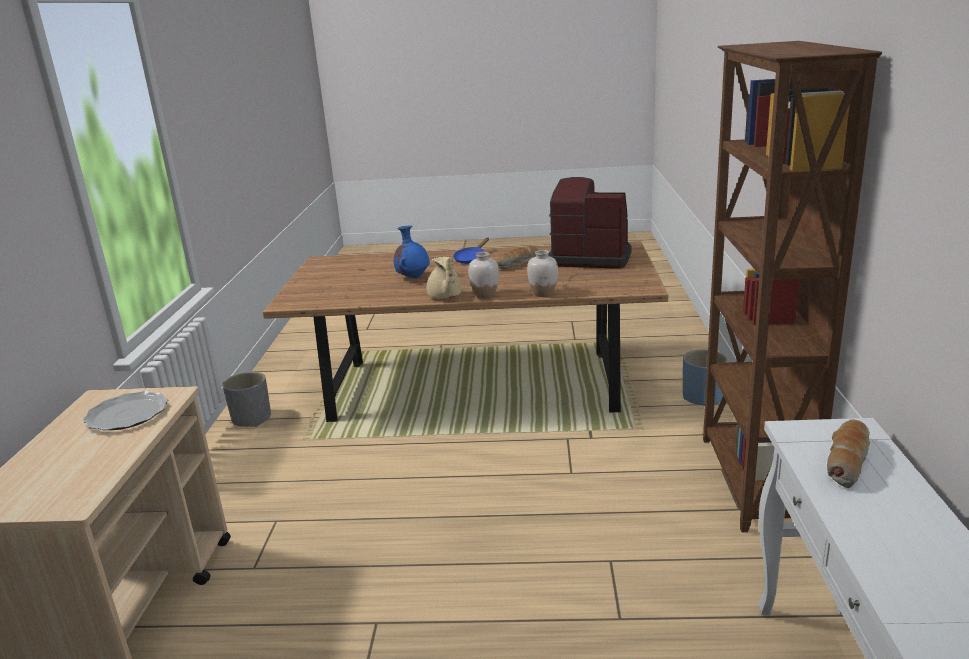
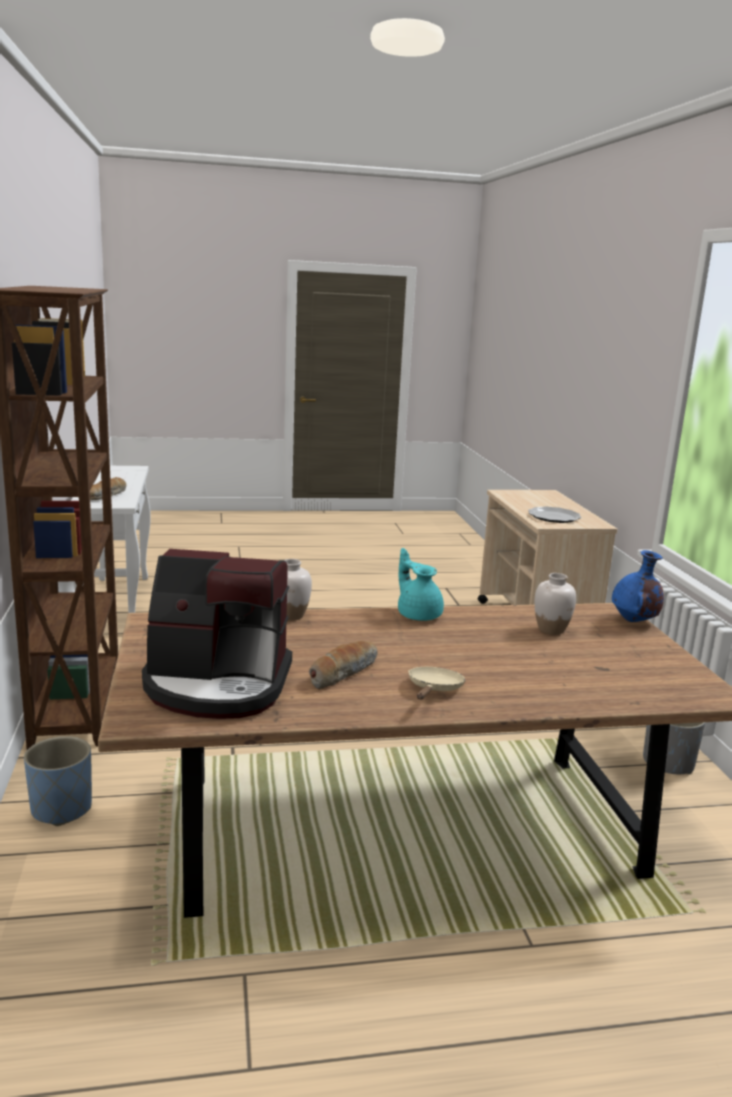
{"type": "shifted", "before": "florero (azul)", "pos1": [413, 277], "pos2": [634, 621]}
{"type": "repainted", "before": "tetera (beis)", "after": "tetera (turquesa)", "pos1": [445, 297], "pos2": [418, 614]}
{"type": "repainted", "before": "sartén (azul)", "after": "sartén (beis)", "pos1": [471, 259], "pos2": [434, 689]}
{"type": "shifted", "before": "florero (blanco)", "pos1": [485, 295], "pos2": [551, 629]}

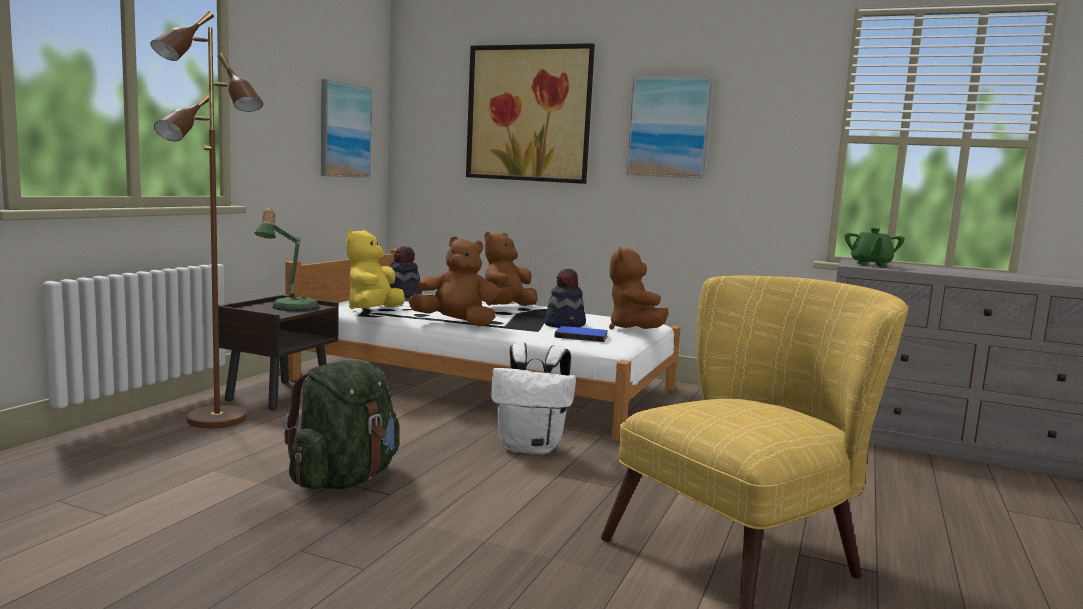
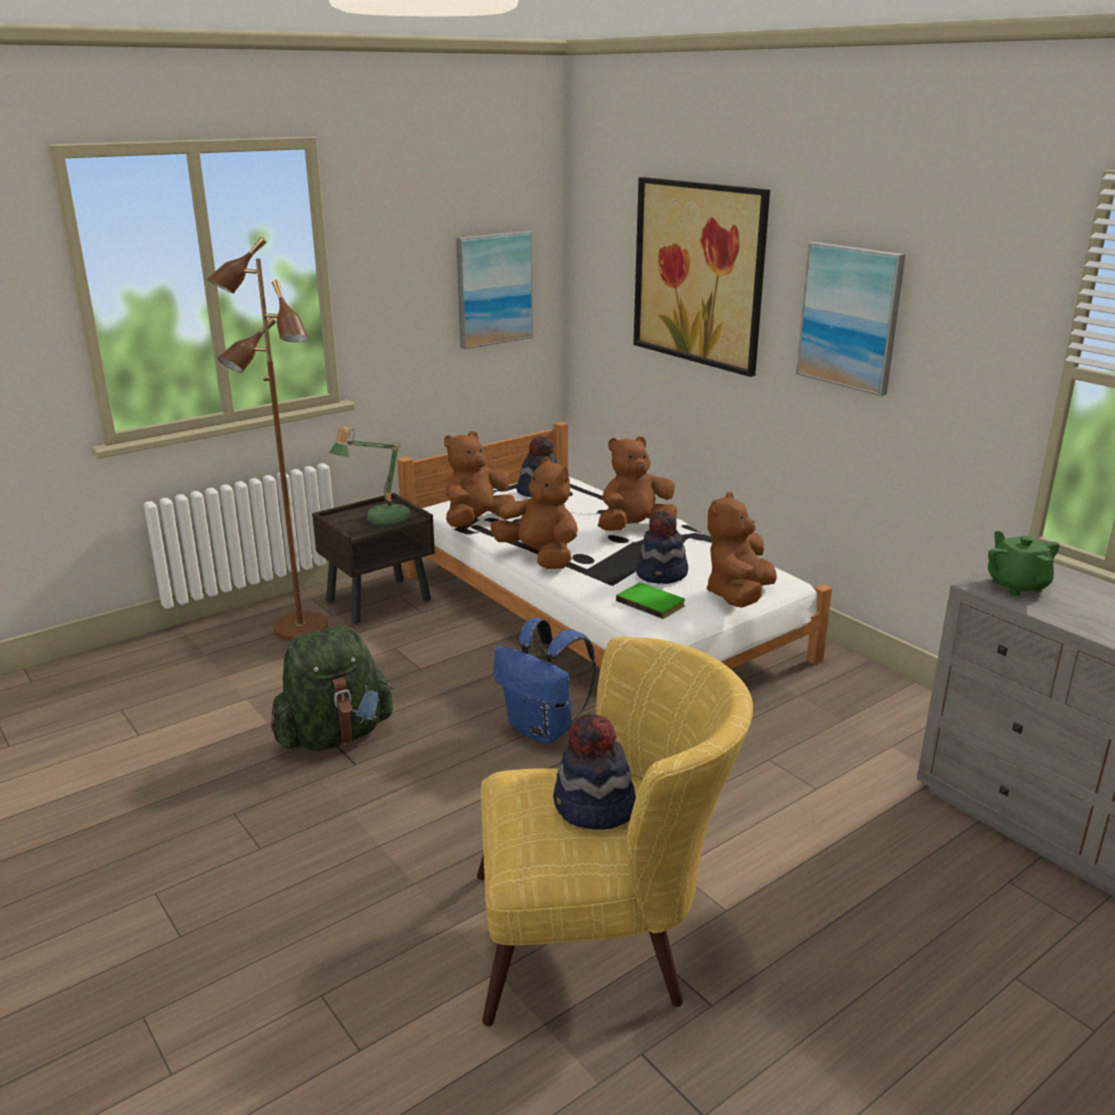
{"type": "repainted", "before": "peluche (amarillo)", "after": "peluche (marrón)", "pos1": [373, 311], "pos2": [477, 522]}
{"type": "repainted", "before": "mochila (blanco)", "after": "mochila (azul)", "pos1": [531, 447], "pos2": [544, 730]}
{"type": "repainted", "before": "libro (azul)", "after": "libro (verde)", "pos1": [581, 336], "pos2": [652, 602]}
{"type": "rotated", "before": "tetera (verde)", "pos1": [870, 265], "pos2": [1016, 585], "turn": 120}
{"type": "new", "after": "sombrero", "pos2": [594, 808]}

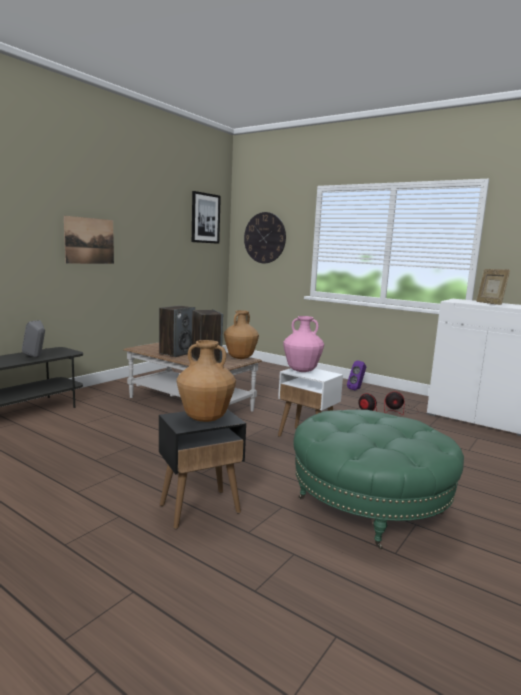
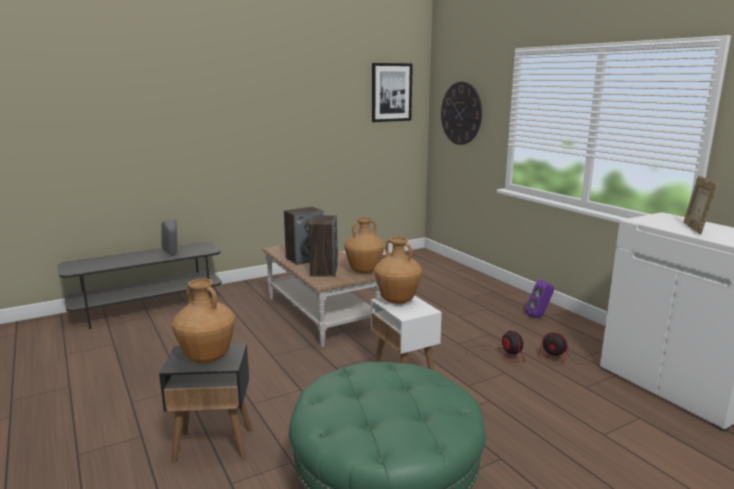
{"type": "gone", "before": "cuadro", "pos1": [89, 241]}
{"type": "repainted", "before": "florero (rosa)", "after": "florero (marrón)", "pos1": [302, 371], "pos2": [397, 301]}

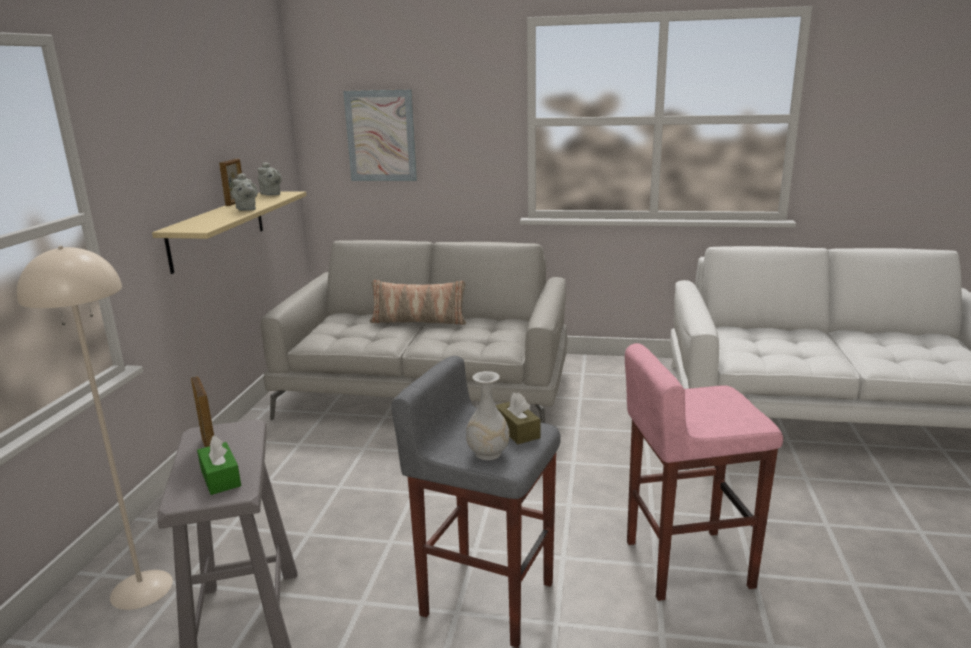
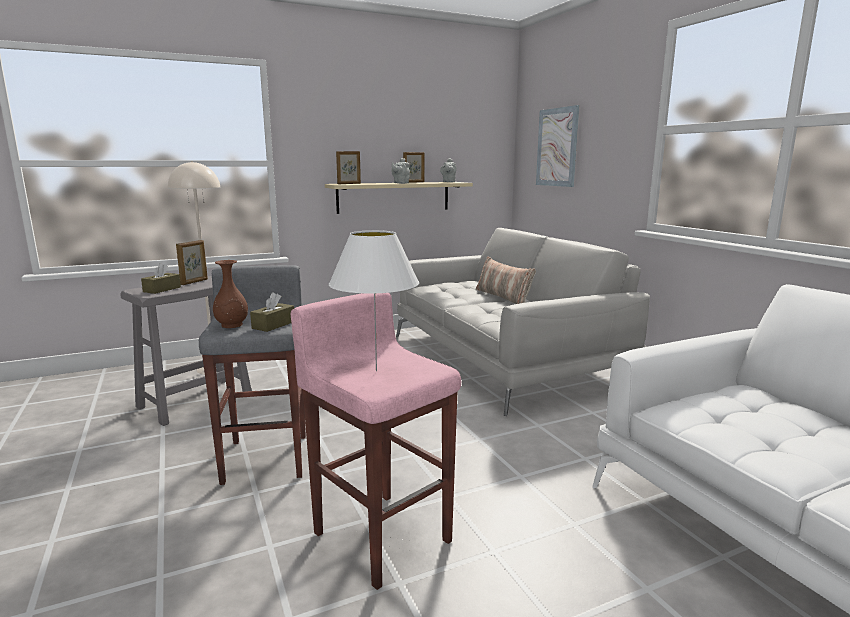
{"type": "repainted", "before": "caja de pañuelos (verde)", "after": "caja de pañuelos (marrón)", "pos1": [220, 478], "pos2": [162, 289]}
{"type": "repainted", "before": "florero (blanco)", "after": "florero (marrón)", "pos1": [487, 453], "pos2": [231, 325]}
{"type": "new", "after": "lámpara de mesa (blanco)", "pos2": [376, 371]}
{"type": "new", "after": "portarretratos", "pos2": [349, 183]}

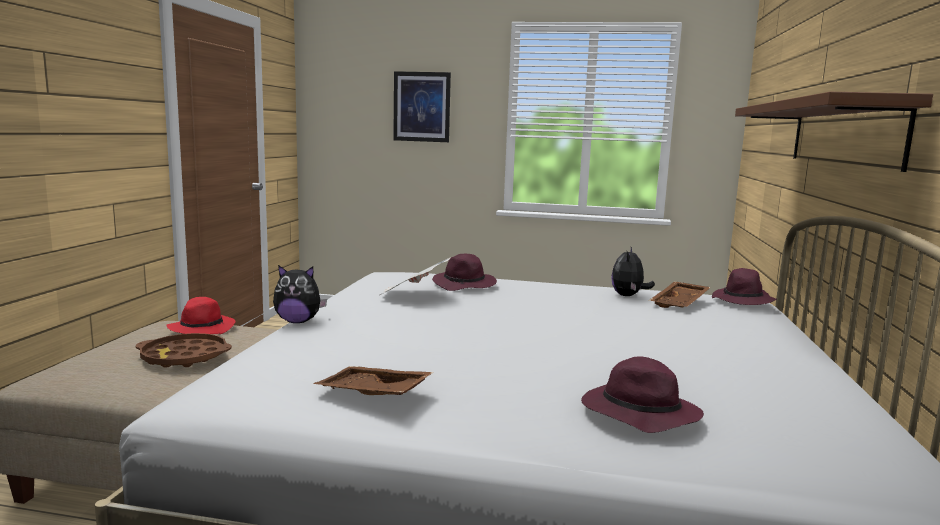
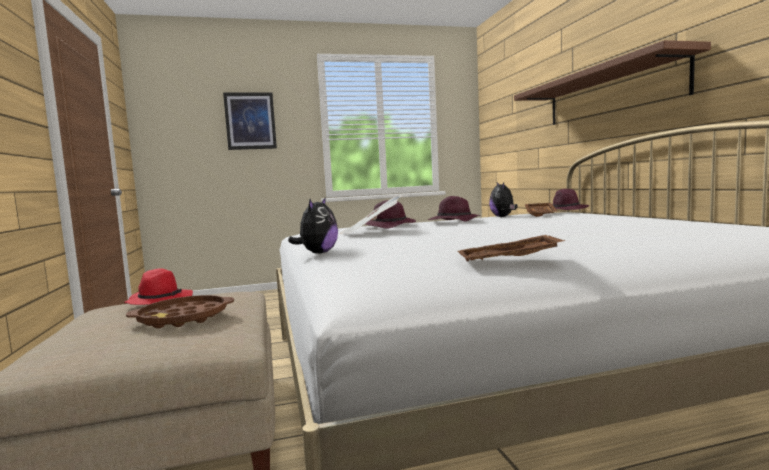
{"type": "rotated", "before": "peluche", "pos1": [298, 321], "pos2": [318, 253], "turn": -45}
{"type": "shifted", "before": "sombrero (morado)", "pos1": [637, 414], "pos2": [453, 222]}

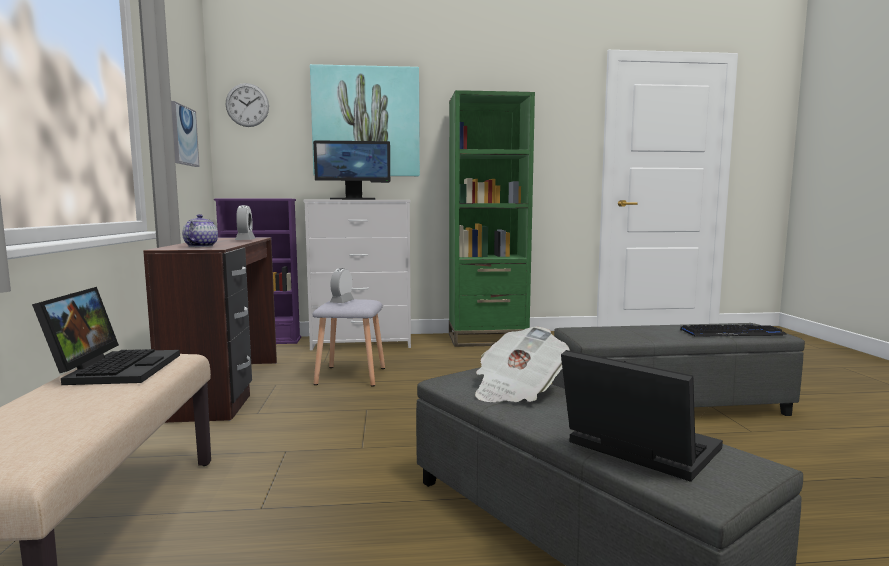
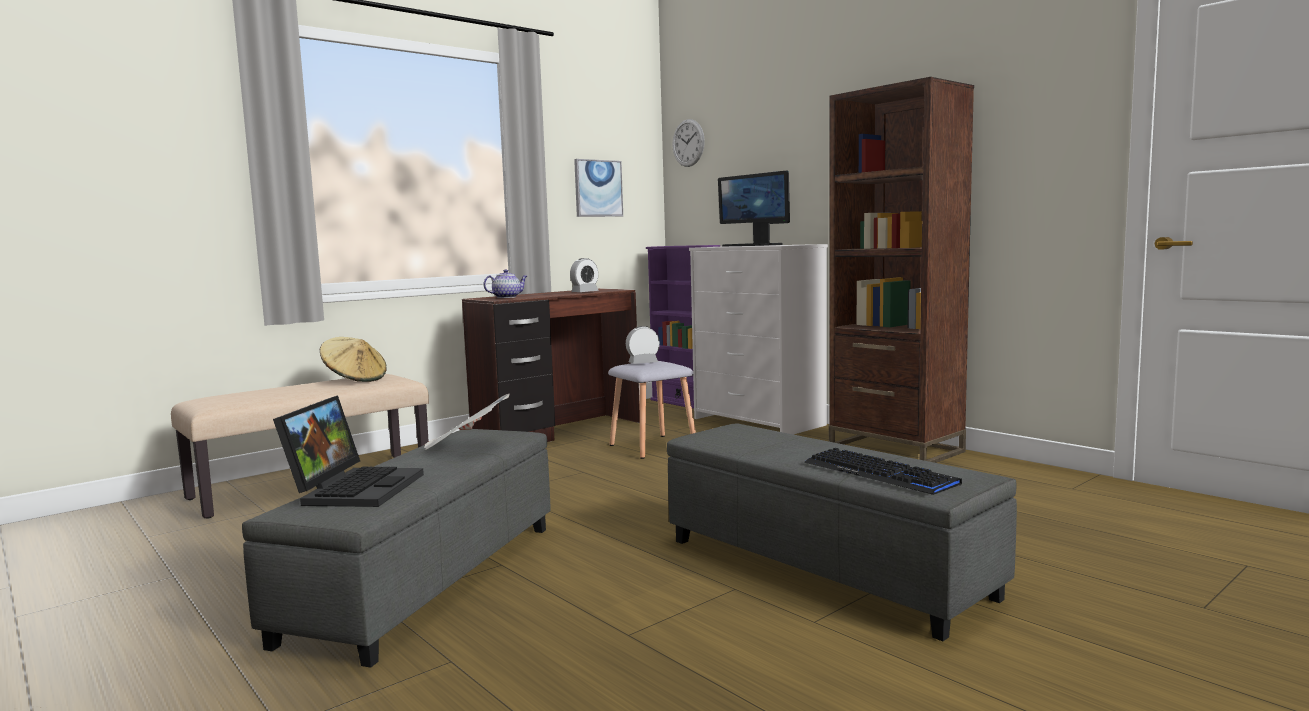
{"type": "swapped", "before": "portátil", "after": "sombrero (beis)", "pos1": [115, 368], "pos2": [355, 379]}
{"type": "gone", "before": "cuadro", "pos1": [366, 122]}
{"type": "repainted", "before": "estantería (verde)", "after": "estantería (marrón)", "pos1": [487, 339], "pos2": [895, 449]}

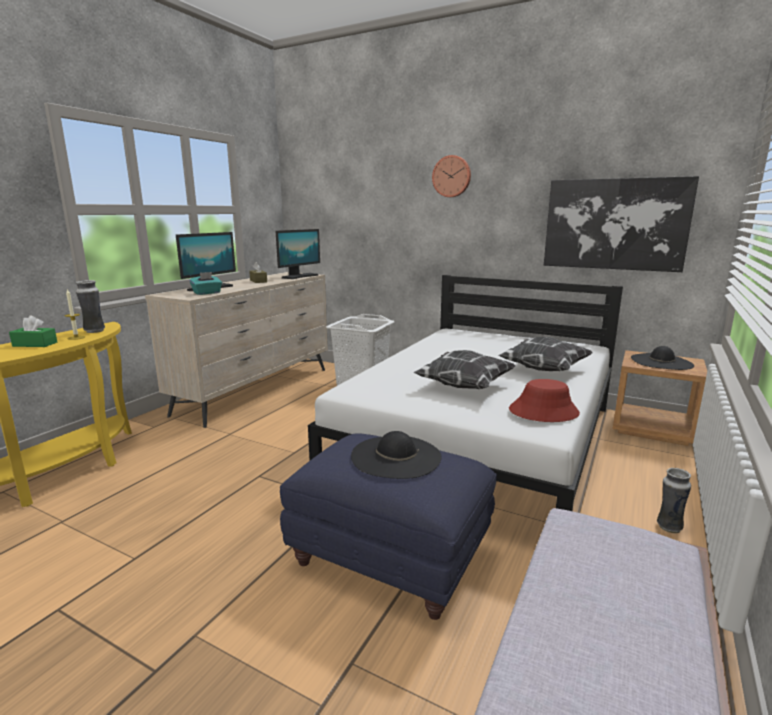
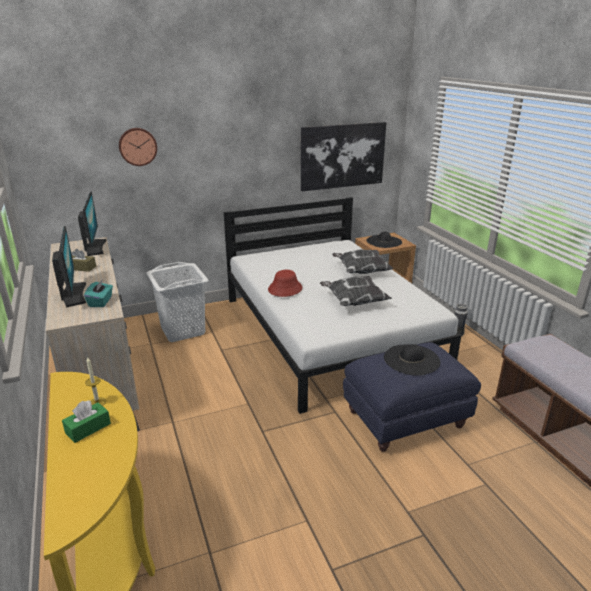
{"type": "gone", "before": "florero", "pos1": [94, 331]}
{"type": "shifted", "before": "reloj de pared", "pos1": [452, 176], "pos2": [137, 146]}
{"type": "shifted", "before": "sombrero (rojo)", "pos1": [543, 411], "pos2": [285, 289]}

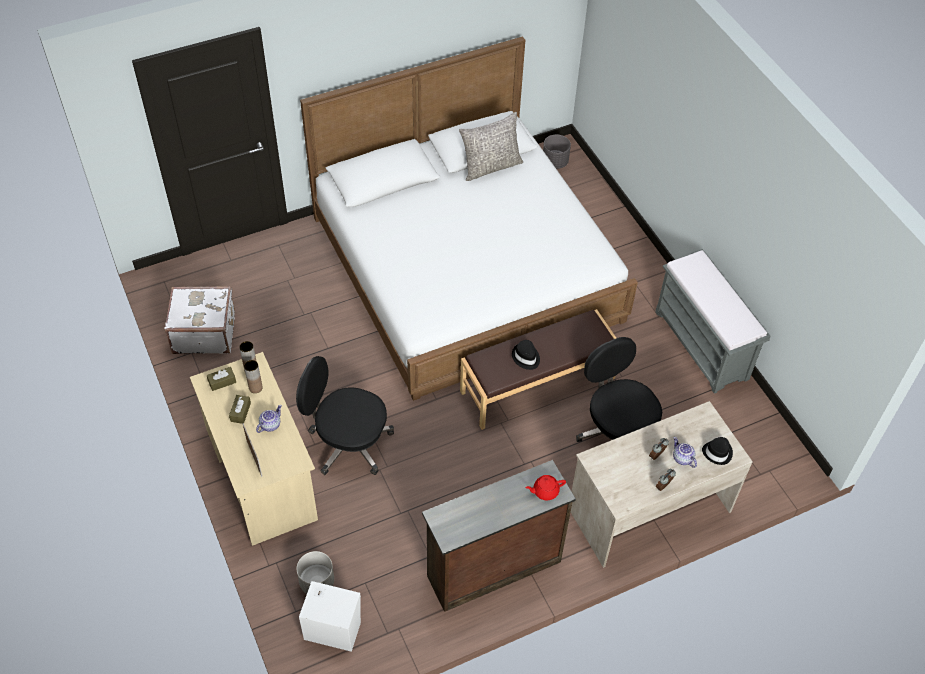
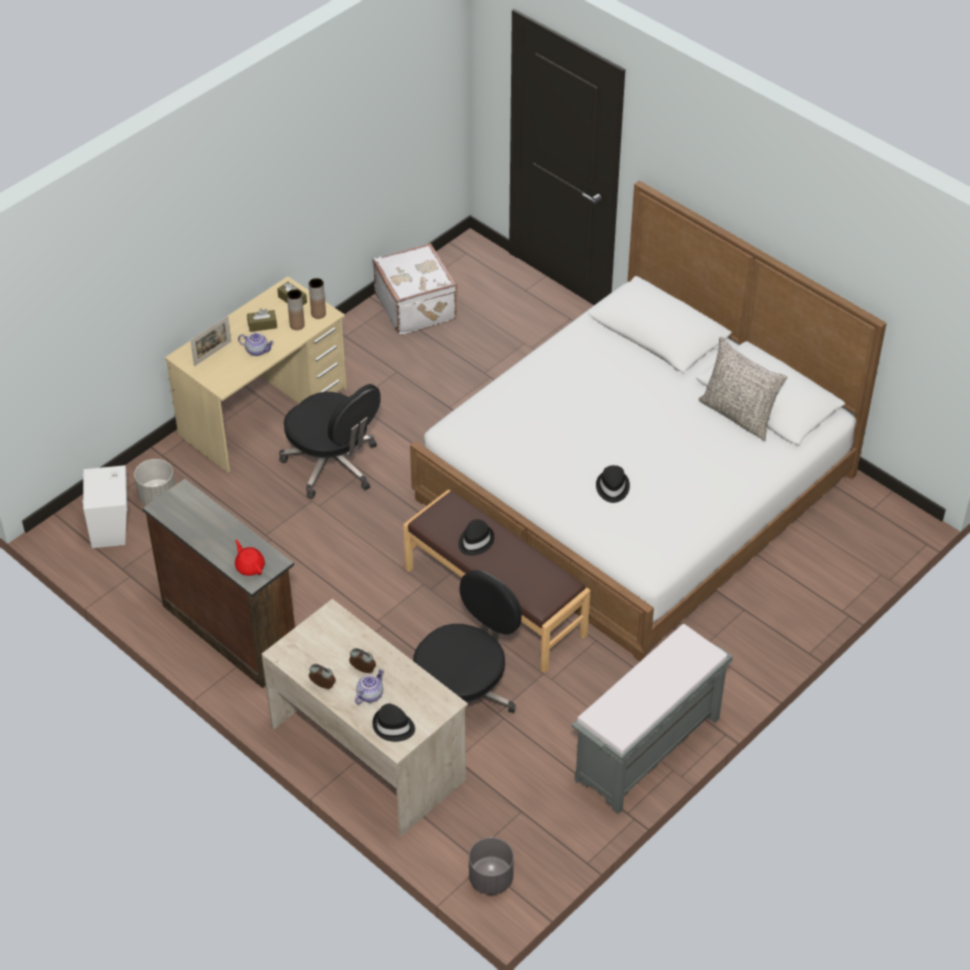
{"type": "rotated", "before": "silla de oficina (negro)", "pos1": [348, 443], "pos2": [333, 465], "turn": 135}
{"type": "shifted", "before": "maceta (gris)", "pos1": [554, 162], "pos2": [490, 879]}
{"type": "new", "after": "sombrero (negro)", "pos2": [612, 488]}

